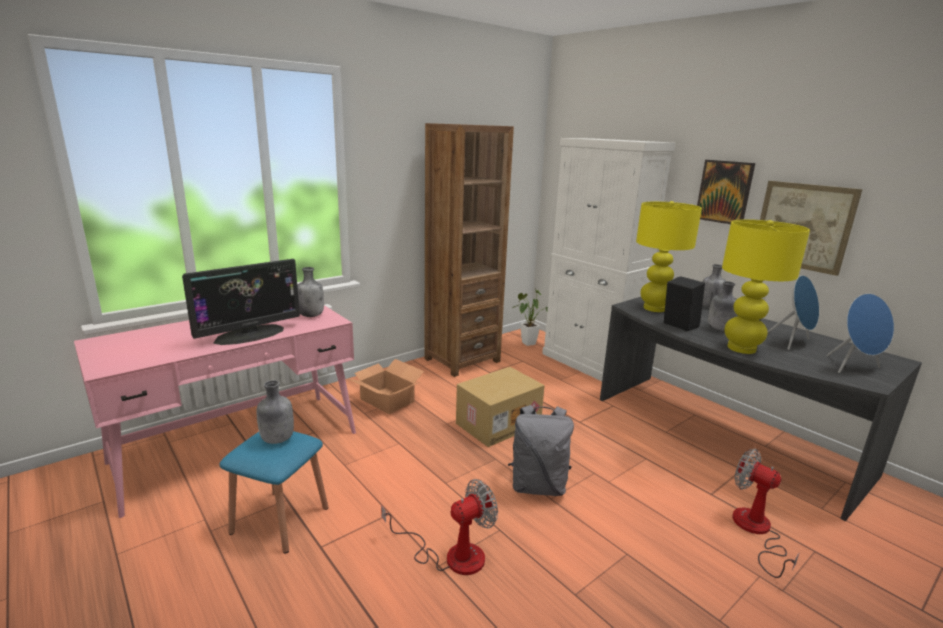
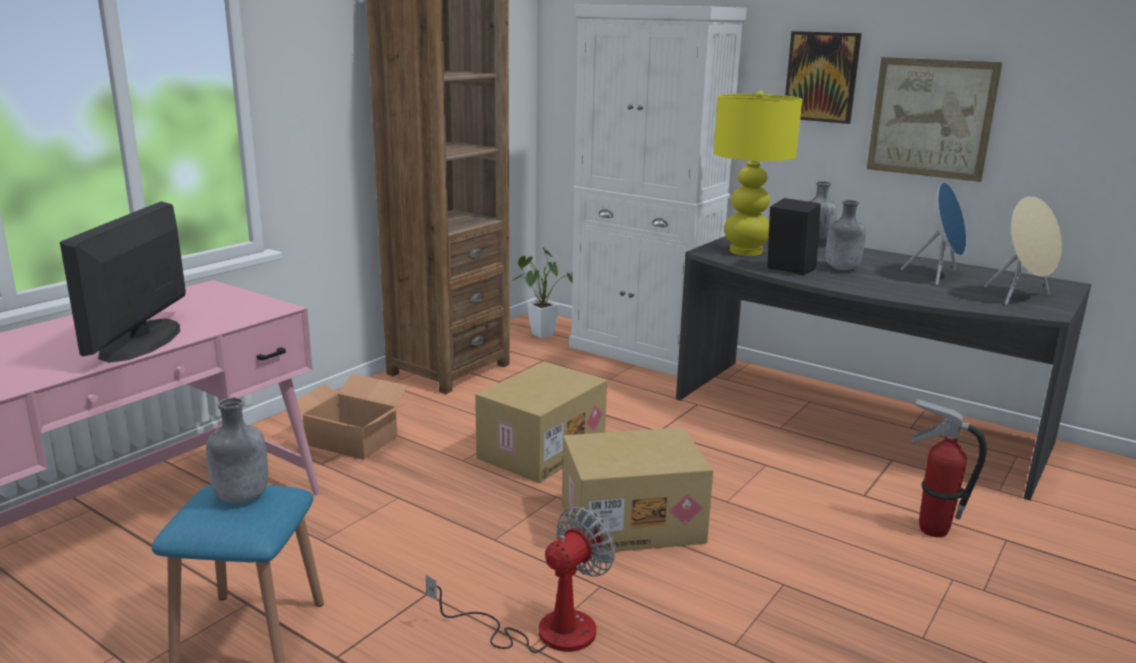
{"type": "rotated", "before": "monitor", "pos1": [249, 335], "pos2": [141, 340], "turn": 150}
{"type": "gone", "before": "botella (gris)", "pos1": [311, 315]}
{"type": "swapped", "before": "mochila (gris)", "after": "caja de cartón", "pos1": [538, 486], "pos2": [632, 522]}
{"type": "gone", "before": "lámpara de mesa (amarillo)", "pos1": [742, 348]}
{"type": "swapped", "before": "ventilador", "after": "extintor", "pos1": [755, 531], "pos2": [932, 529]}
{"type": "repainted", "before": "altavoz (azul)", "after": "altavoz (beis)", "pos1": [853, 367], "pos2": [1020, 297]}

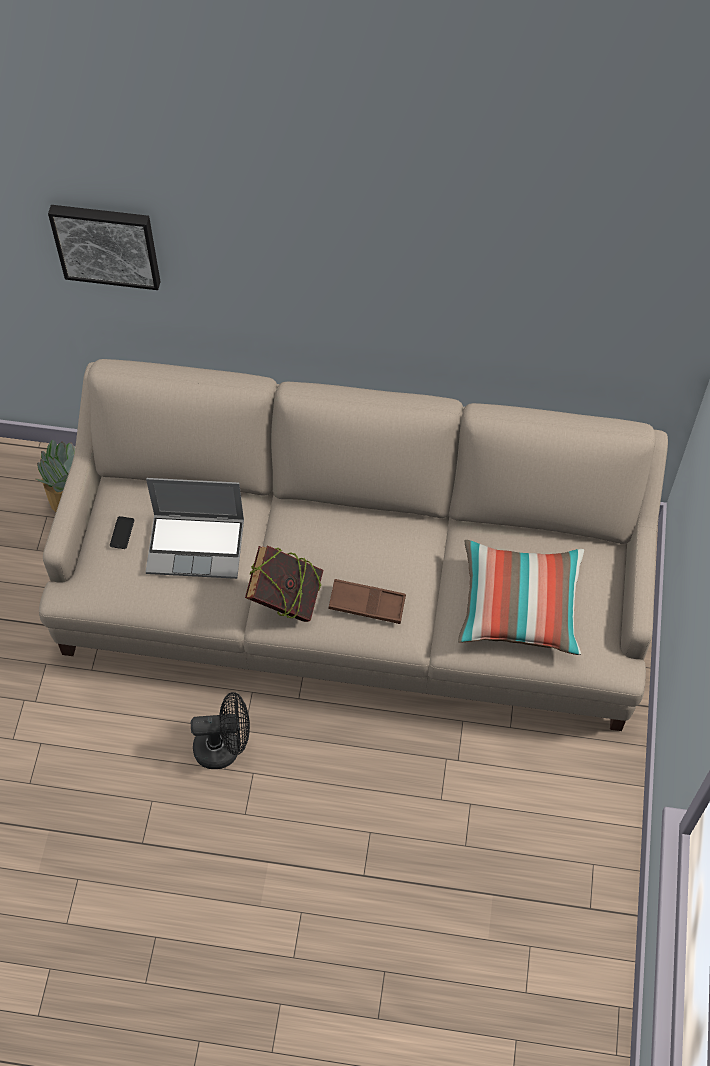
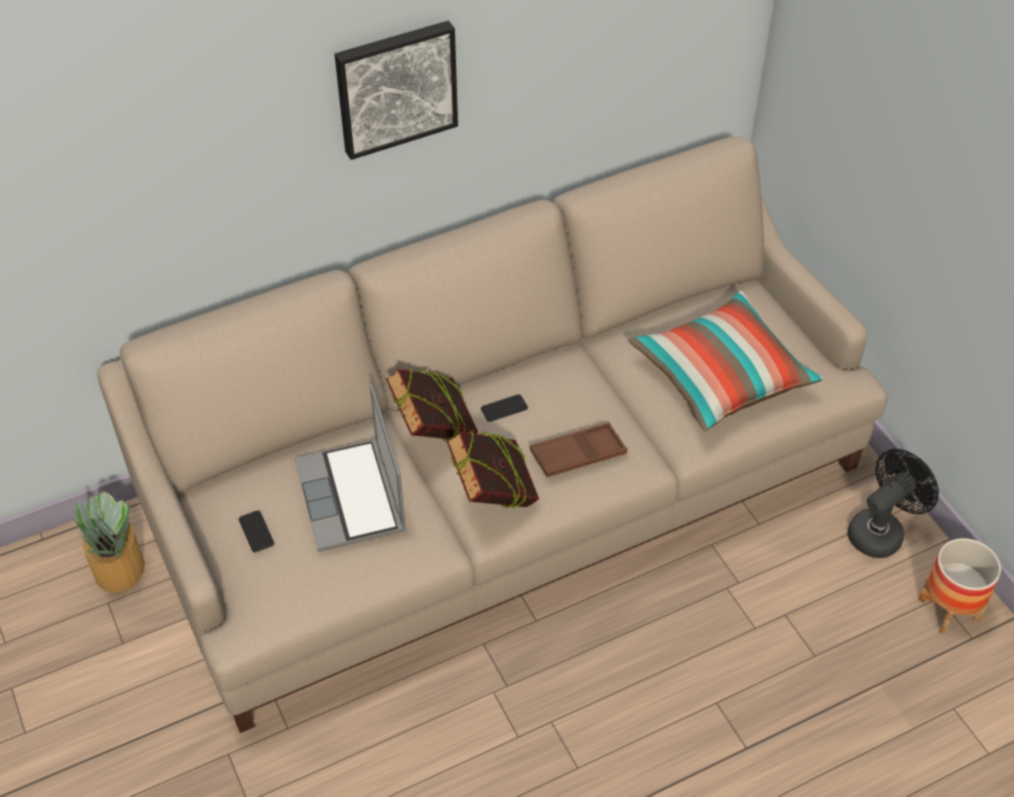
{"type": "shifted", "before": "cuadro", "pos1": [107, 243], "pos2": [395, 87]}
{"type": "rotated", "before": "portátil", "pos1": [197, 546], "pos2": [353, 498], "turn": 105}
{"type": "shifted", "before": "ventilador (negro)", "pos1": [224, 747], "pos2": [881, 531]}
{"type": "new", "after": "libro", "pos2": [434, 434]}
{"type": "new", "after": "móvil", "pos2": [504, 409]}
{"type": "new", "after": "maceta", "pos2": [948, 610]}

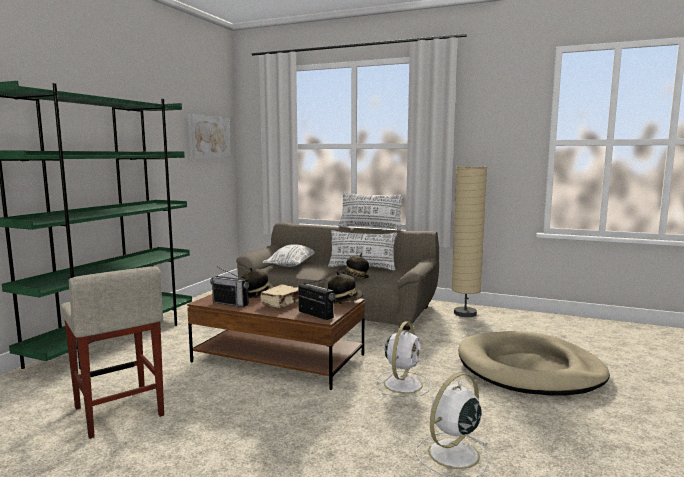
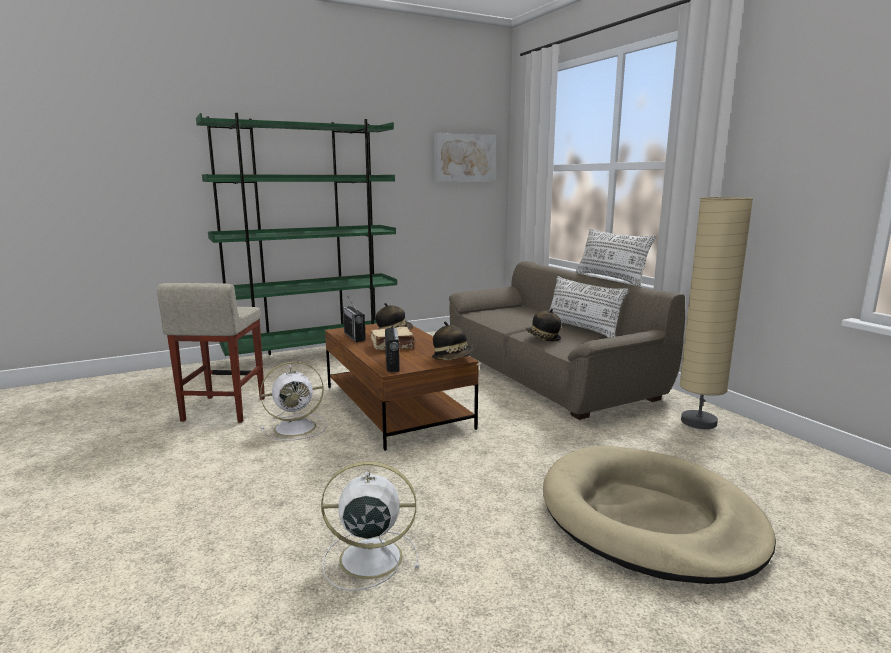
{"type": "gone", "before": "cojín (blanco)", "pos1": [292, 264]}
{"type": "shifted", "before": "ventilador (blanco)", "pos1": [403, 384], "pos2": [297, 427]}

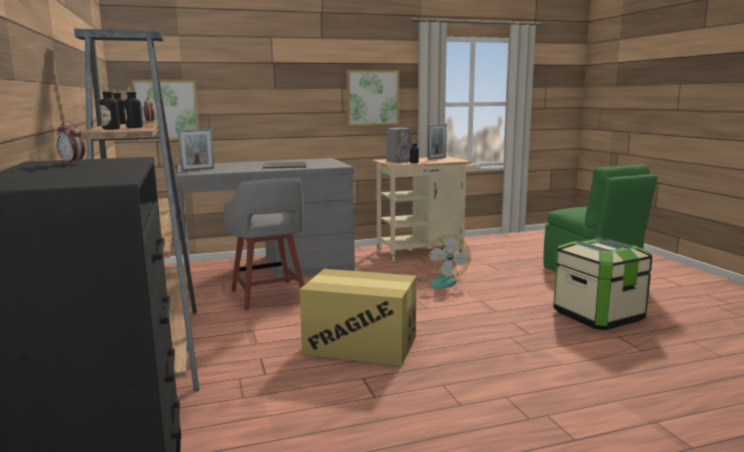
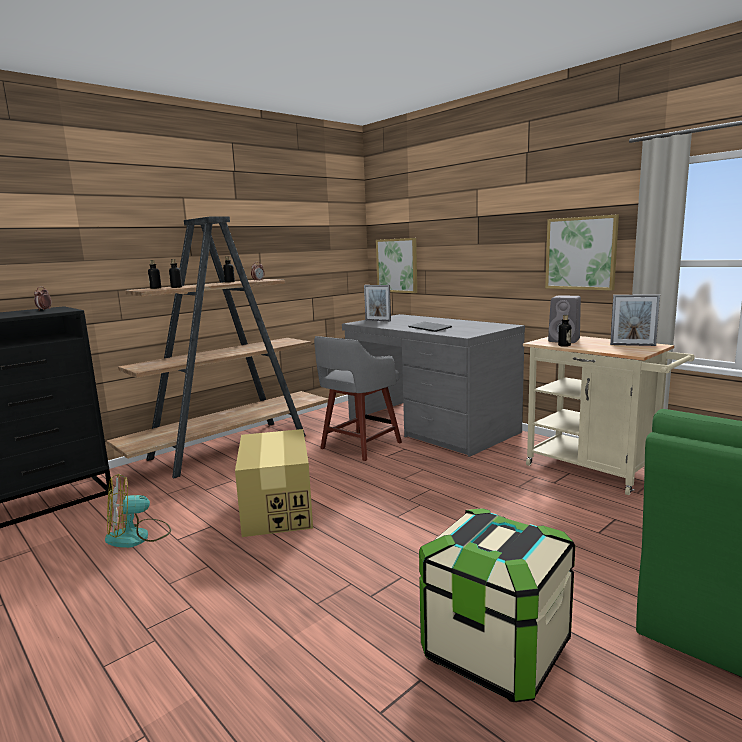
{"type": "shifted", "before": "ventilador", "pos1": [441, 281], "pos2": [138, 536]}

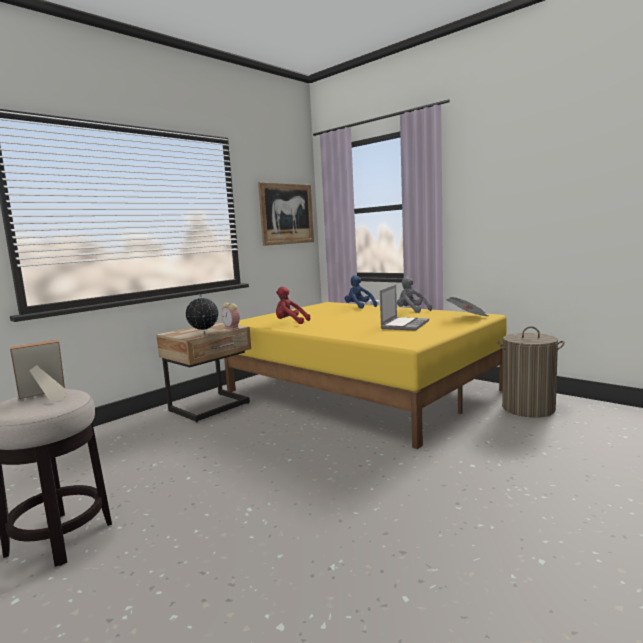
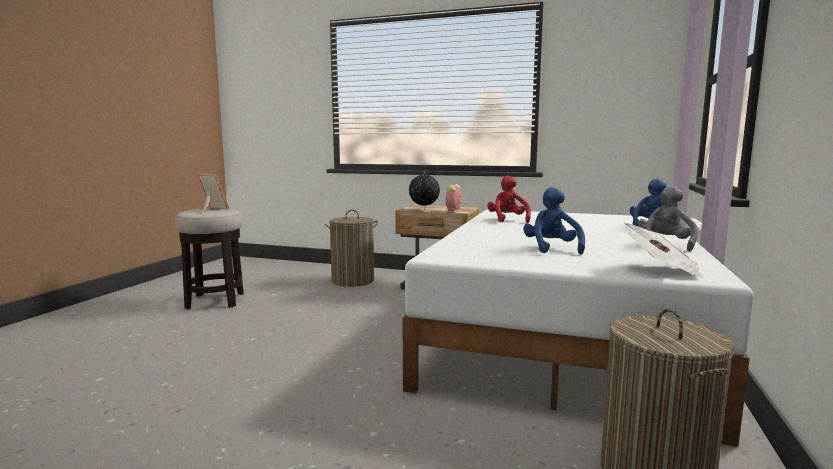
{"type": "repainted", "before": "cama (amarillo)", "after": "cama (blanco)", "pos1": [361, 390], "pos2": [563, 334]}
{"type": "gone", "before": "cuadro", "pos1": [287, 214]}
{"type": "swapped", "before": "portátil", "after": "peluche (azul)", "pos1": [404, 325], "pos2": [551, 249]}
{"type": "new", "after": "cesto de la ropa", "pos2": [352, 281]}

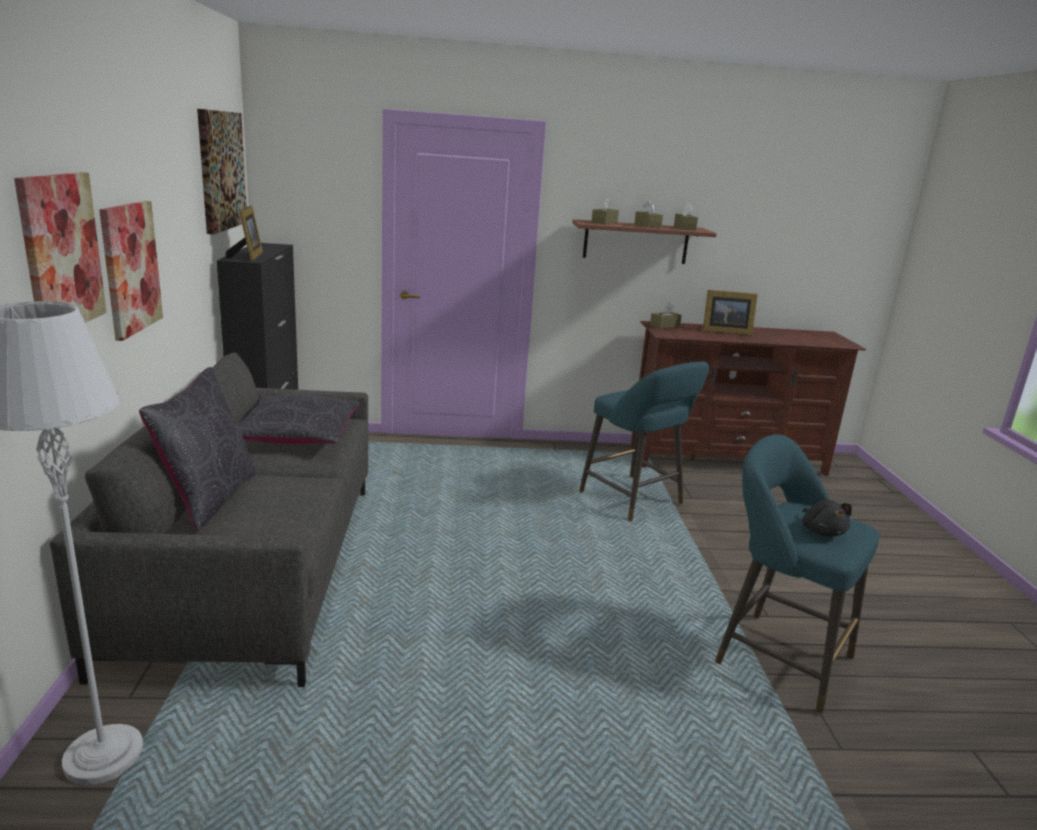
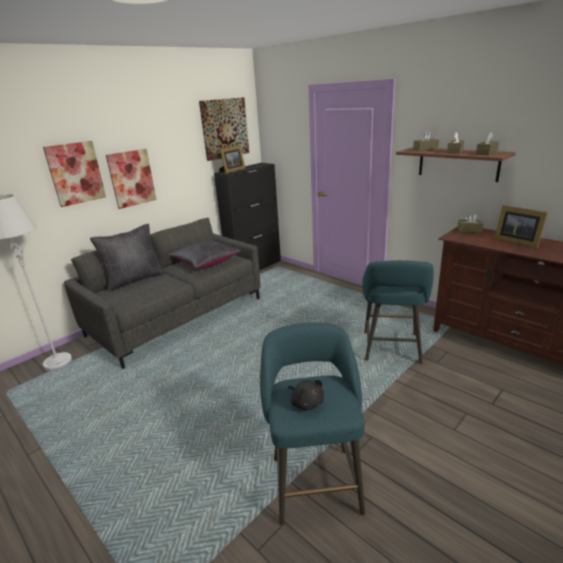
{"type": "rotated", "before": "peluche (negro)", "pos1": [822, 531], "pos2": [306, 402], "turn": -75}

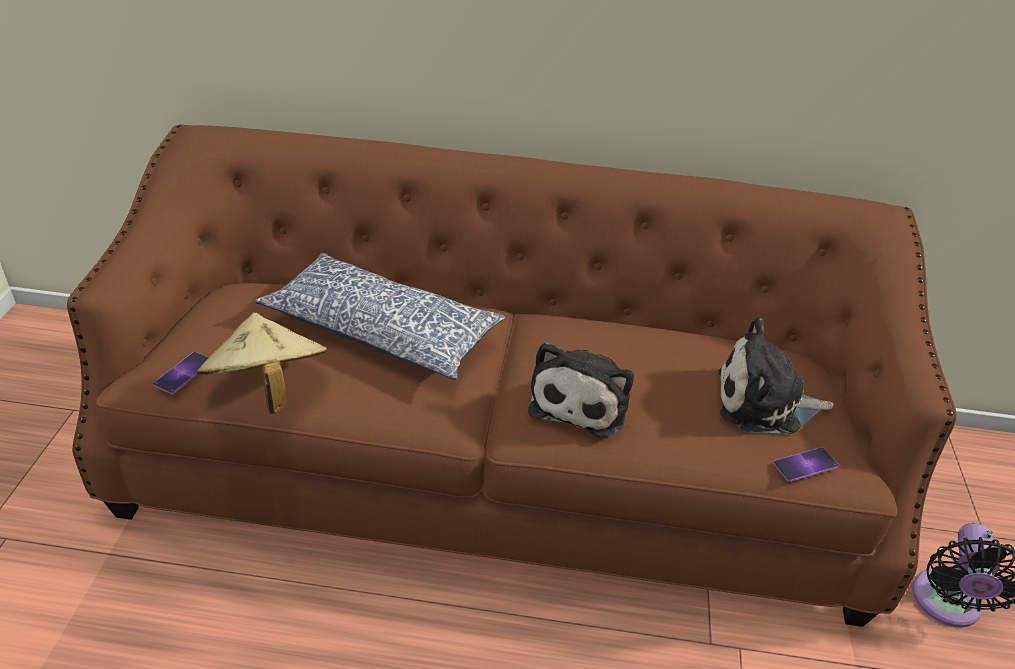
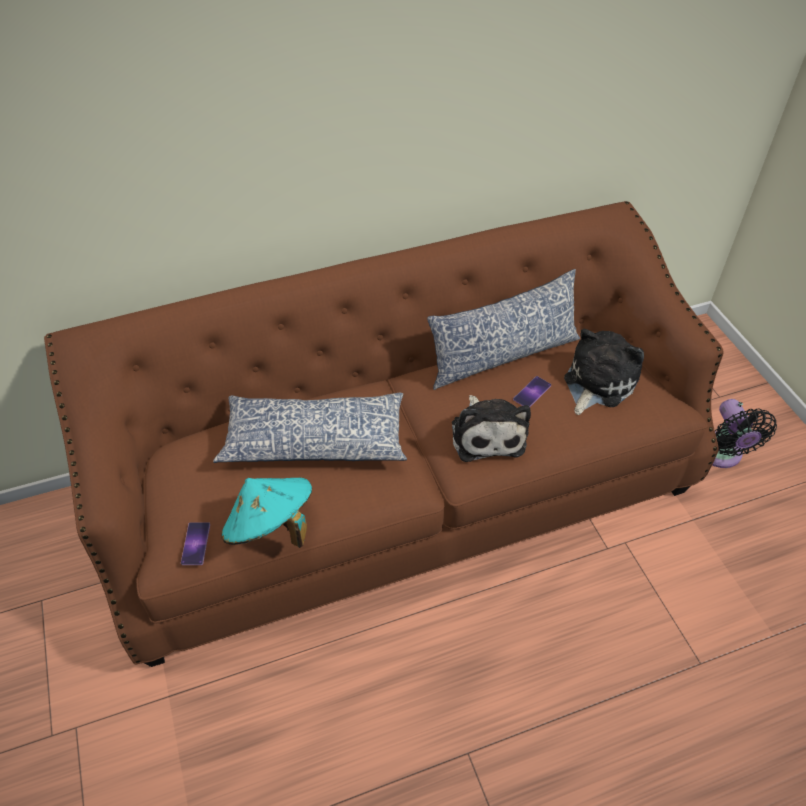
{"type": "repainted", "before": "sombrero (beis)", "after": "sombrero (turquesa)", "pos1": [267, 391], "pos2": [271, 528]}
{"type": "rotated", "before": "peluche", "pos1": [764, 403], "pos2": [597, 382], "turn": 150}
{"type": "shifted", "before": "móvil", "pos1": [805, 464], "pos2": [532, 392]}
{"type": "new", "after": "cojín", "pos2": [502, 356]}

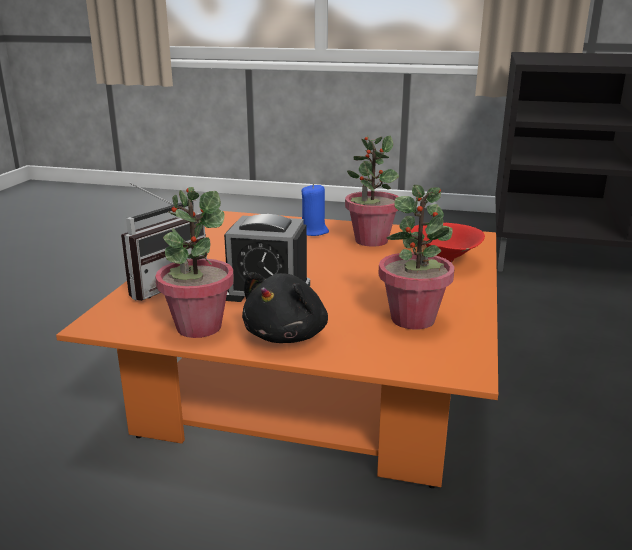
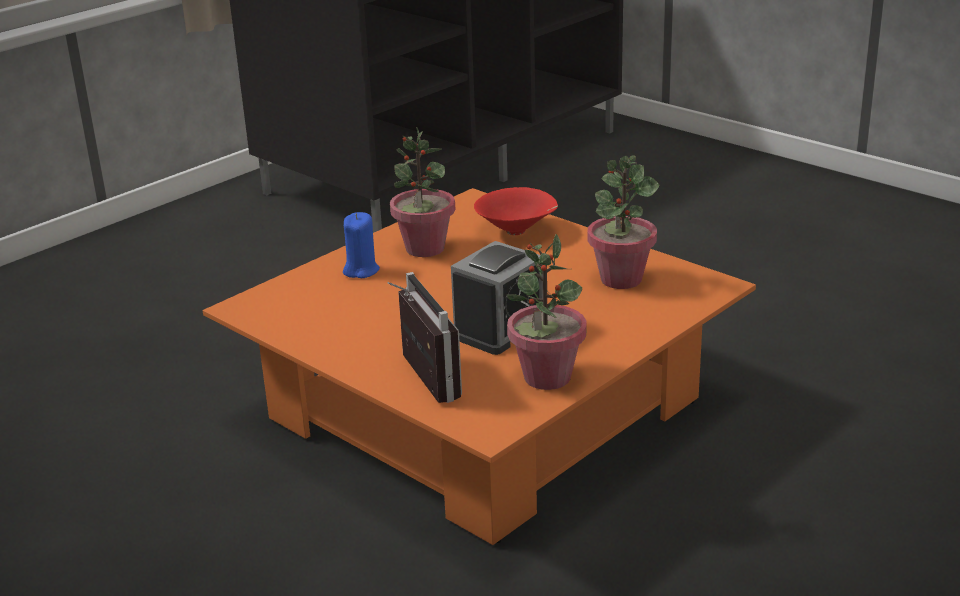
{"type": "gone", "before": "peluche (negro)", "pos1": [288, 335]}

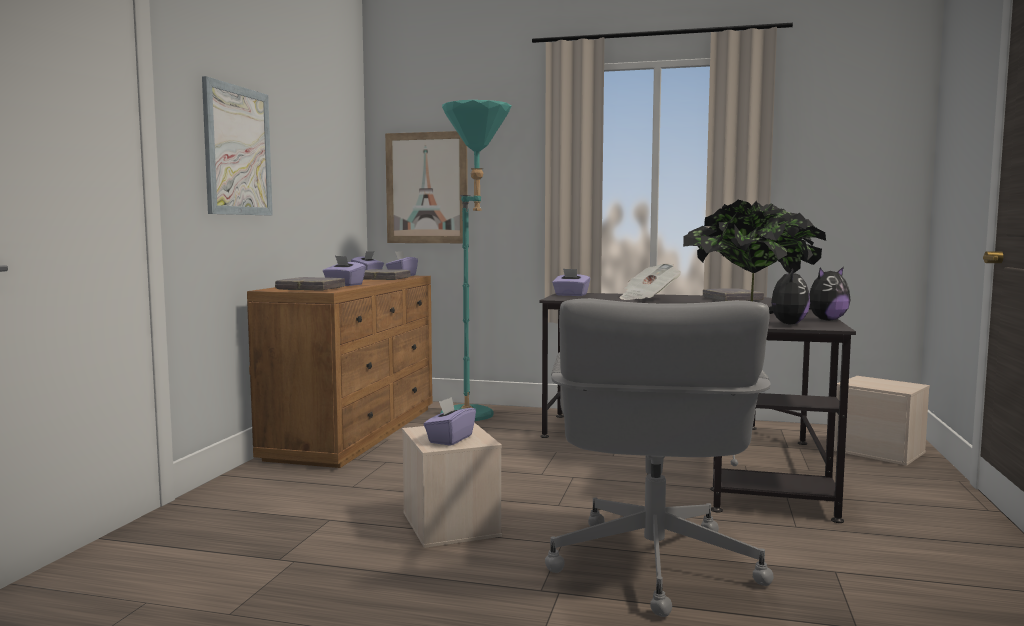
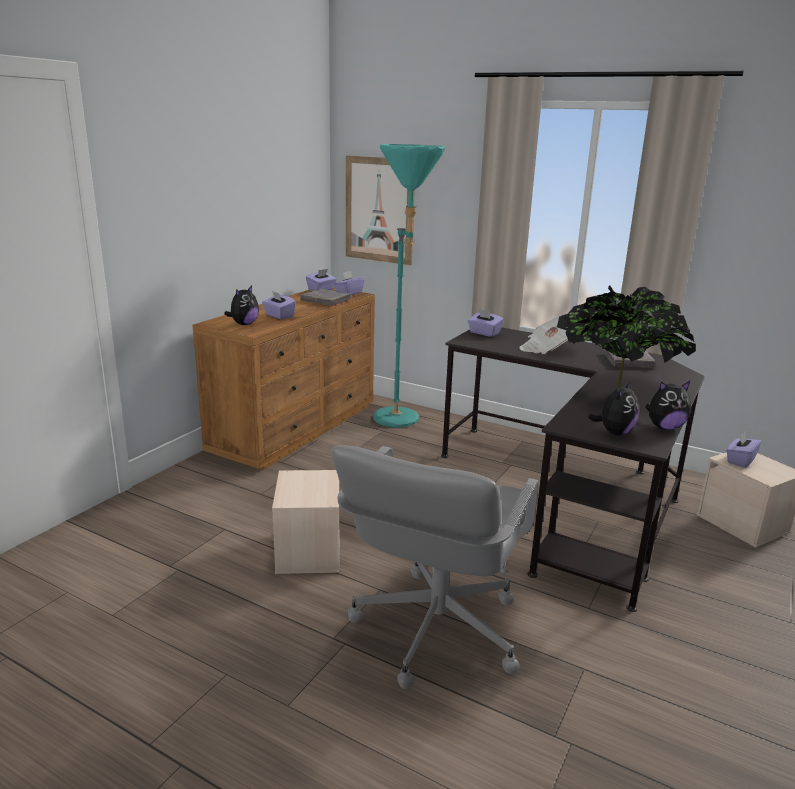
{"type": "gone", "before": "cuadro", "pos1": [237, 151]}
{"type": "swapped", "before": "libro (gris)", "after": "peluche", "pos1": [311, 289], "pos2": [244, 324]}
{"type": "shifted", "before": "caja de pañuelos (morado)", "pos1": [450, 439], "pos2": [740, 460]}

